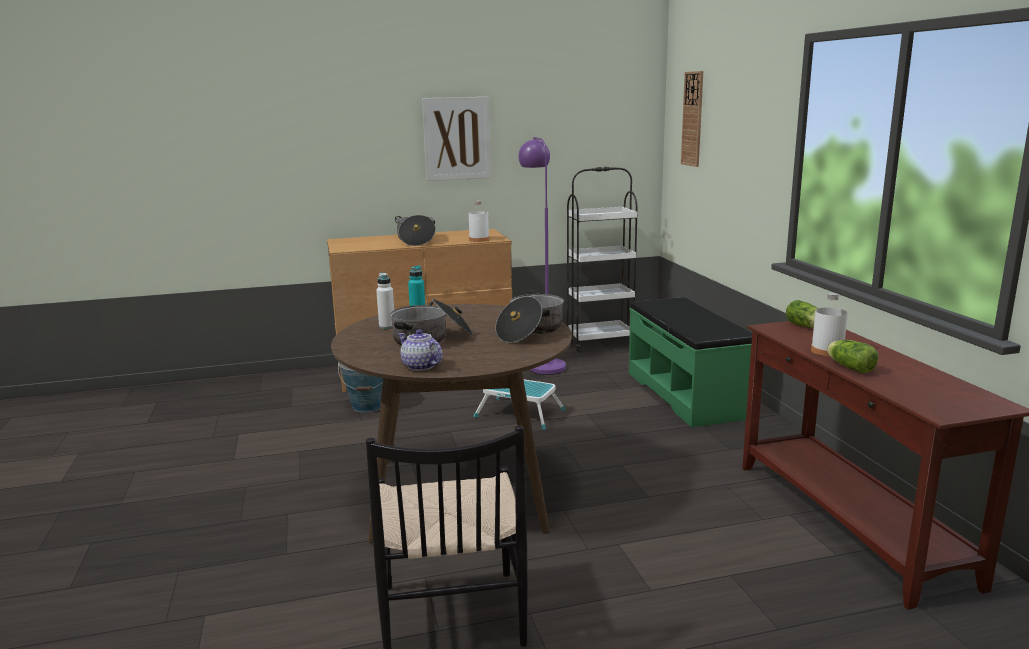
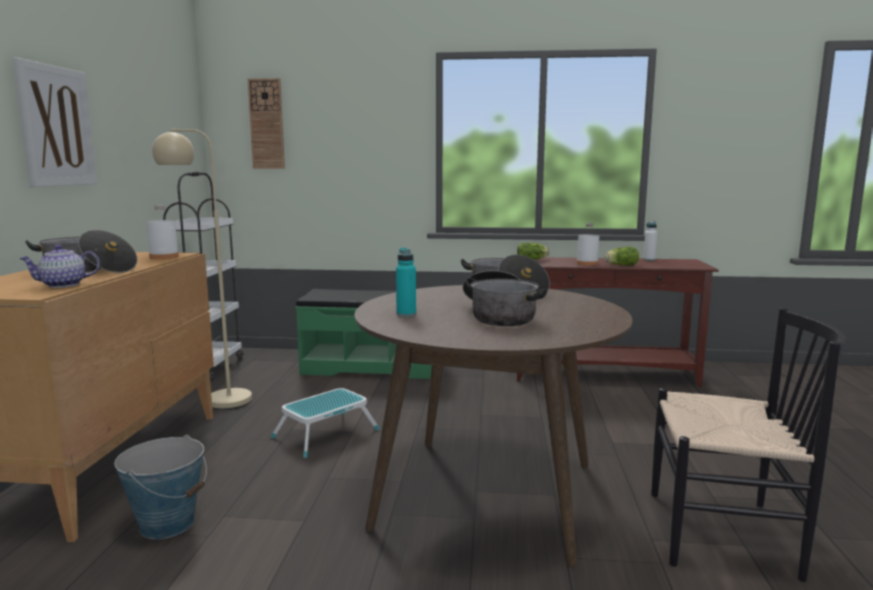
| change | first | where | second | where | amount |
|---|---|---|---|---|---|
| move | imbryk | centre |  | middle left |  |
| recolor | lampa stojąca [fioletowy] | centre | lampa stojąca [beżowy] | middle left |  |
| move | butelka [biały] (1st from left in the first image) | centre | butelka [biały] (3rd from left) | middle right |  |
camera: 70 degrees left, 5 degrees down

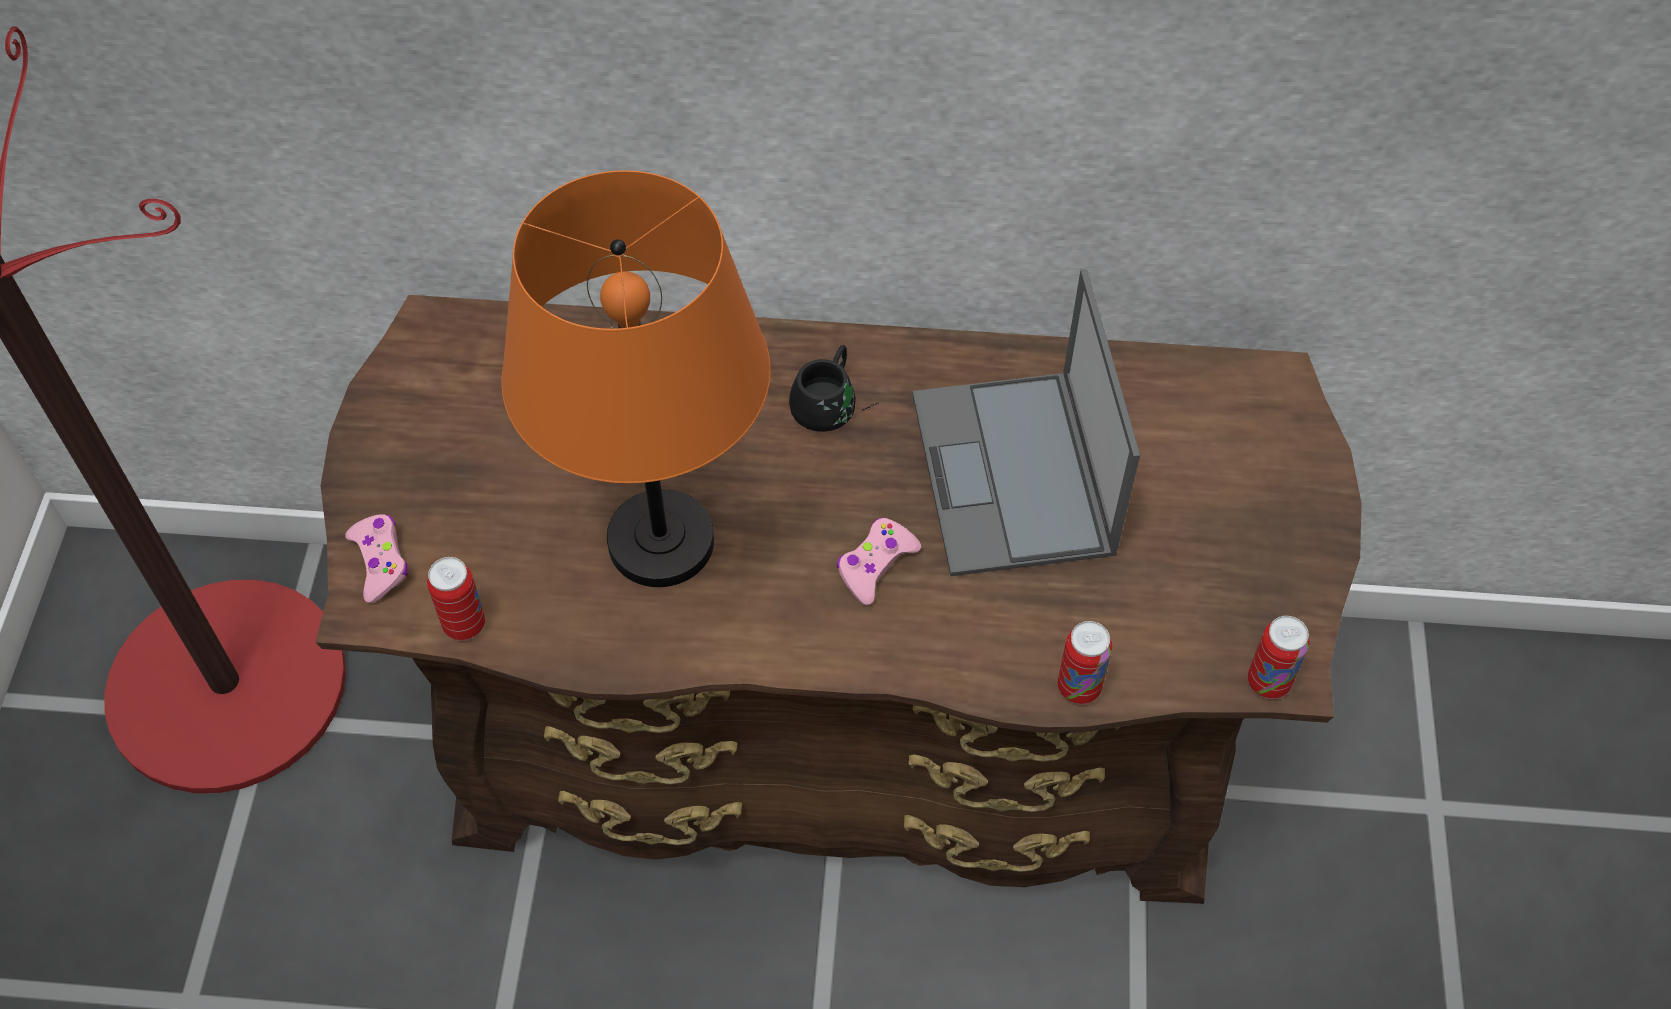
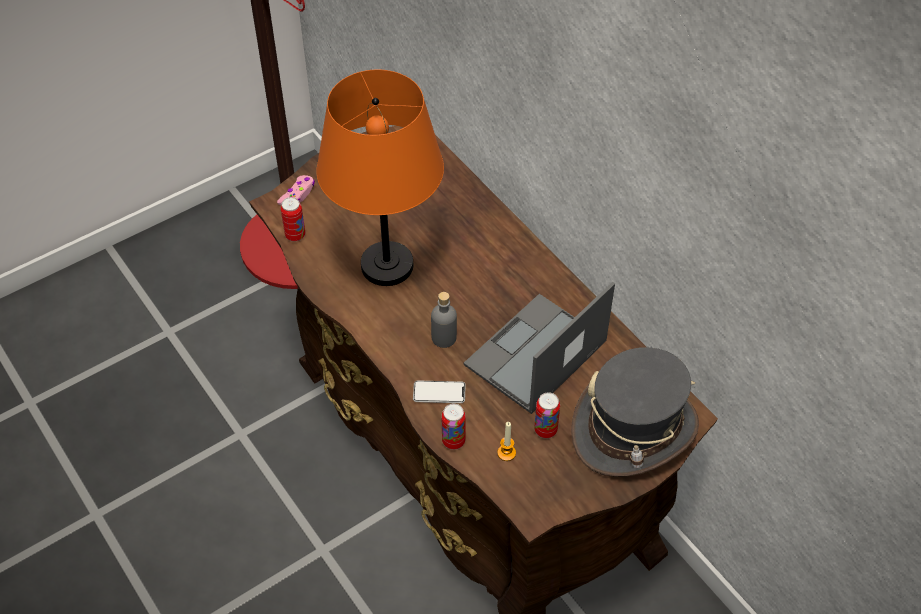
| change | first | where | second | where | amount |
|---|---|---|---|---|---|
| insert |  |  | telefon | centre |  |
| replace | pad do gier [różowy] (2nd from left) | centre | butelka [szary] | centre |  |
| insert |  |  | świeca | bottom centre |  |
| move | puszka (3rd from left) | middle right |  | bottom centre |  |
| insert |  |  | kapelusz [szary] | bottom right |  |
| delete | kubek [czarny] | centre |  |  |  |
camera: 50 degrees right, 5 degrees down

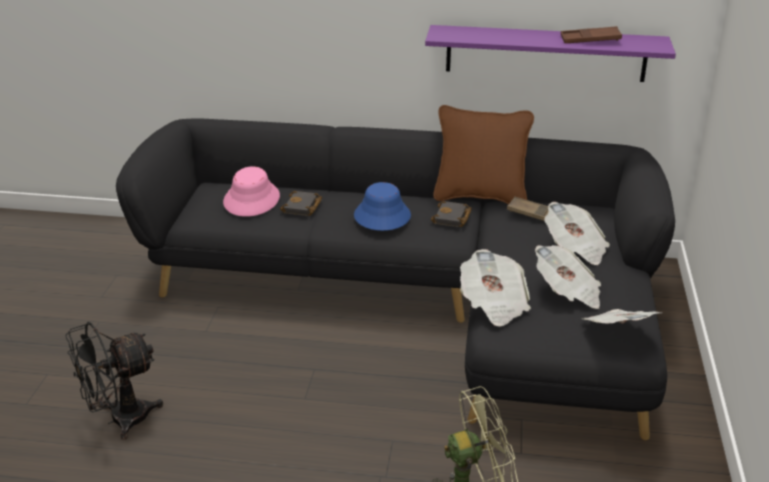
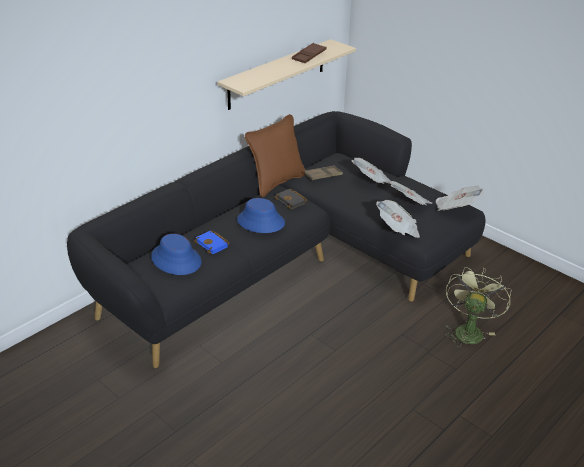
| change | first | where | second | where | amount |
|---|---|---|---|---|---|
| recolor | kapelusz [różowy] | middle left | kapelusz [niebieski] (1st from left) | middle left |  |
| recolor | książka [czarny] (1st from left) | centre | książka [niebieski] | centre |  |
| recolor | półka [fioletowy] | top right | półka [beżowy] | top centre |  |
| delete | wentylator [czarny] | bottom left |  |  |  |
camera: 55 degrees left, 5 degrees up

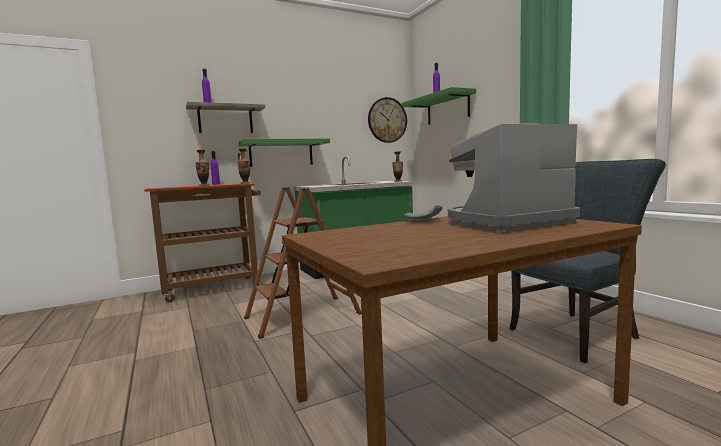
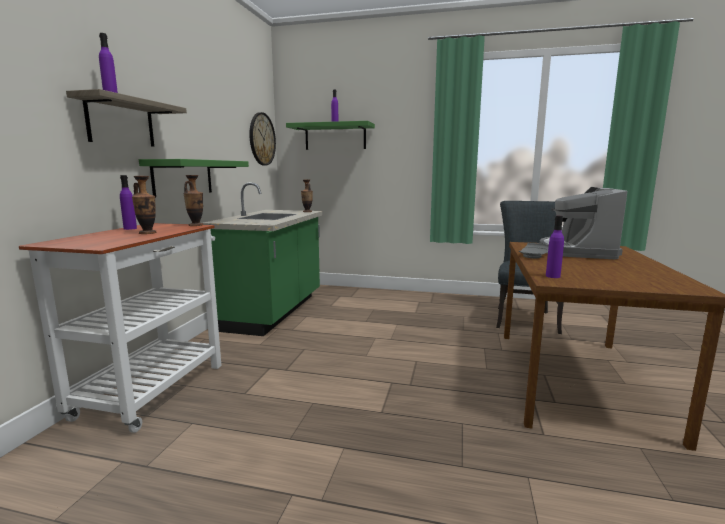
| change | first | where | second | where | amount |
|---|---|---|---|---|---|
| recolor | wózek [brązowy] | middle left | wózek [biały] | middle left |  |
| insert |  |  | butelka [fioletowy] (4th from left) | middle right |  |
| delete | drabinka [brązowy] | centre |  |  |  |
camera: 50 degrees left, 5 degrees up

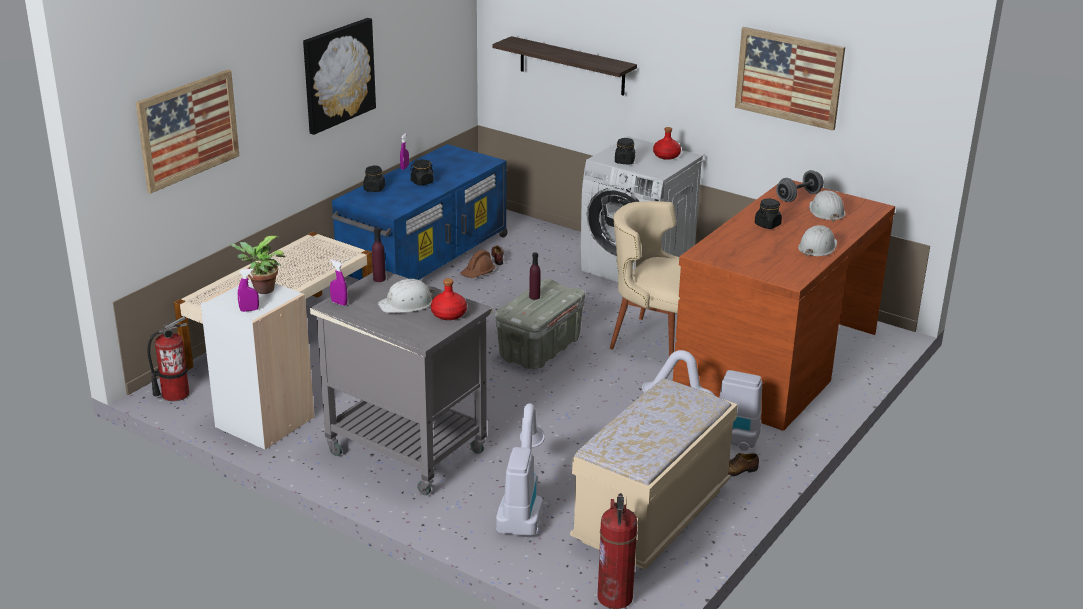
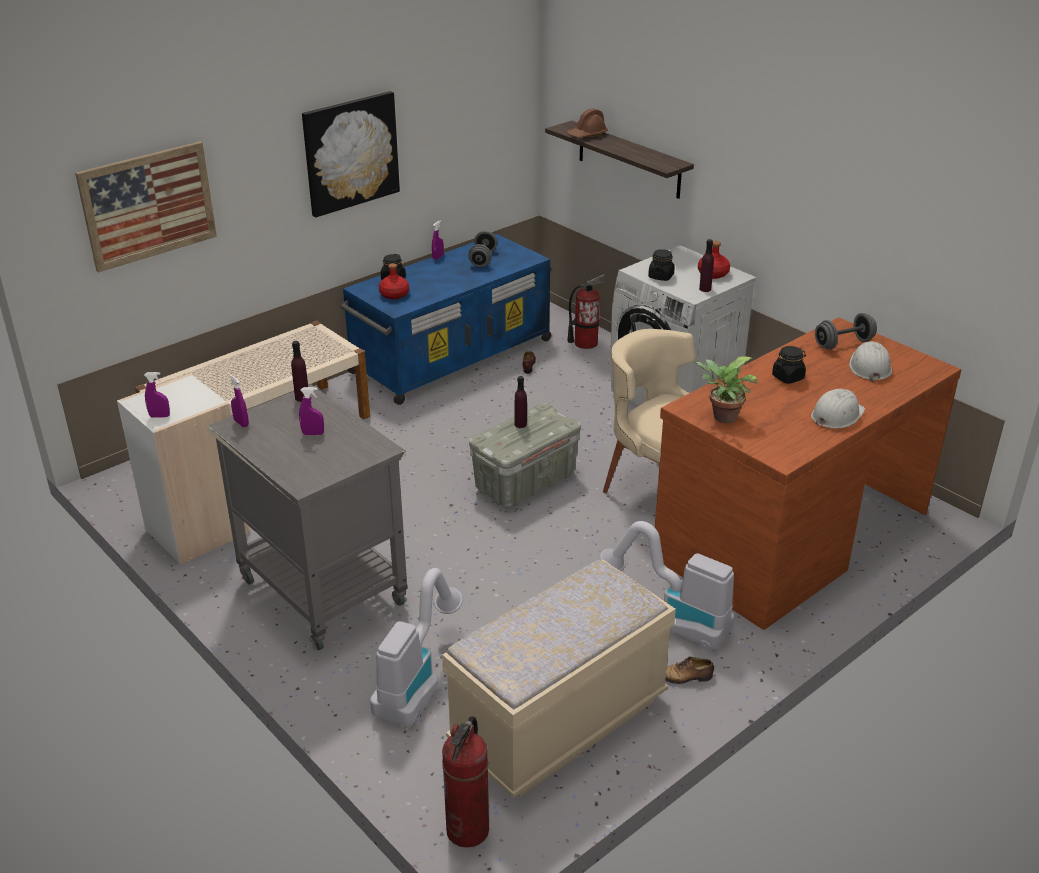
| change | first | where | second | where | amount |
|---|---|---|---|---|---|
| replace | kask [biały] (1st from left) | centre | spryskiwacz [fioletowy] (3rd from left) | middle left |  |
| move | butelka [czerwony] (1st from left) | centre |  | top centre |  |
| insert |  |  | hantel [szary] (1st from left) | top centre |  |
| move | kask [brązowy] | centre |  | top centre |  |
| move | gaśnica (1st from left in the first image) | middle left | gaśnica (2nd from left) | centre |  |
| move | roślina doniczkowa | middle left |  | middle right |  |
| insert |  |  | butelka [fioletowy] (3rd from left) | top right |  |
| delete | słoik [czarny] (2nd from left) | top centre |  |  |  |
| delete | obraz (3rd from left) | top right |  |  |  |
camera: 15 degrees right, 5 degrees up

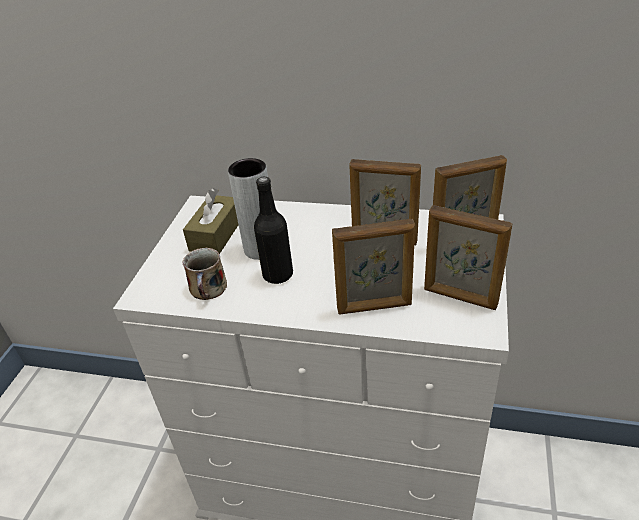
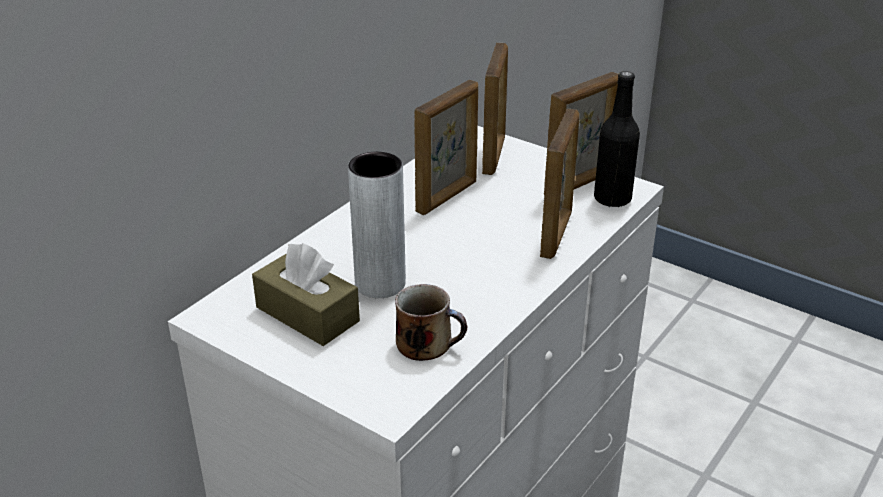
| change | first | where | second | where | amount |
|---|---|---|---|---|---|
| move | butelka [czarny] | centre |  | top right |  |
camera: 70 degrees left, 5 degrees down

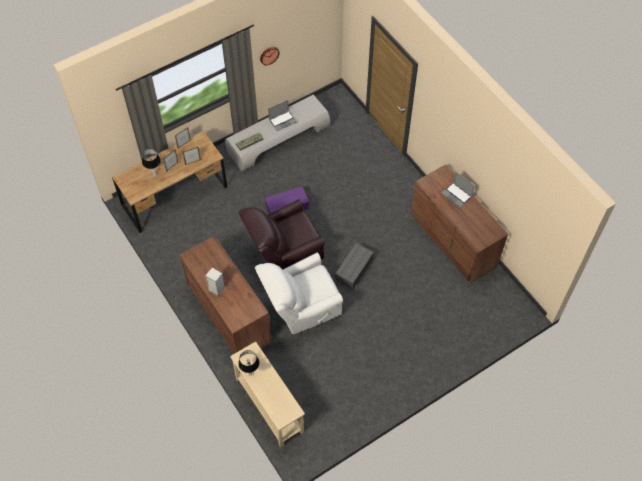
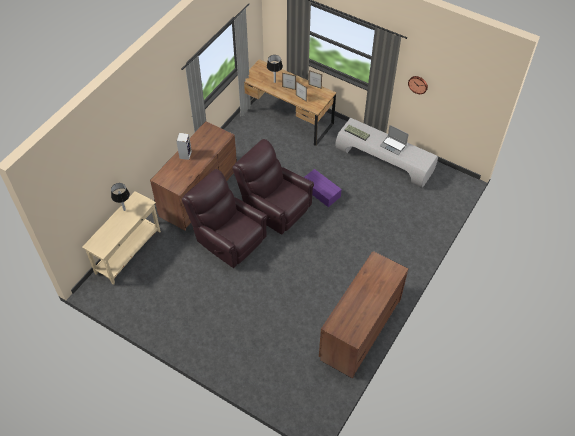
| change | first | where | second | where | amount |
|---|---|---|---|---|---|
| recolor | fotel [biały] | centre | fotel [brązowy] (1st from left) | centre |  |
| delete | pojemnik do przechowywania [szary] | centre |  |  |  |
| delete | laptop (2nd from left) | middle right |  |  |  |
camera: 65 degrees right, 5 degrees down

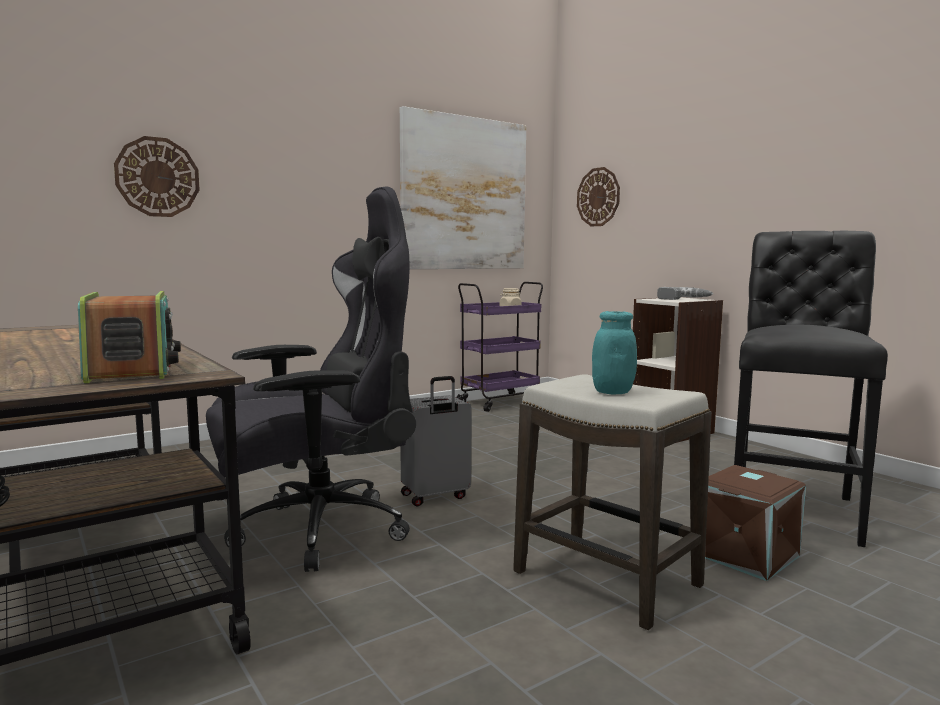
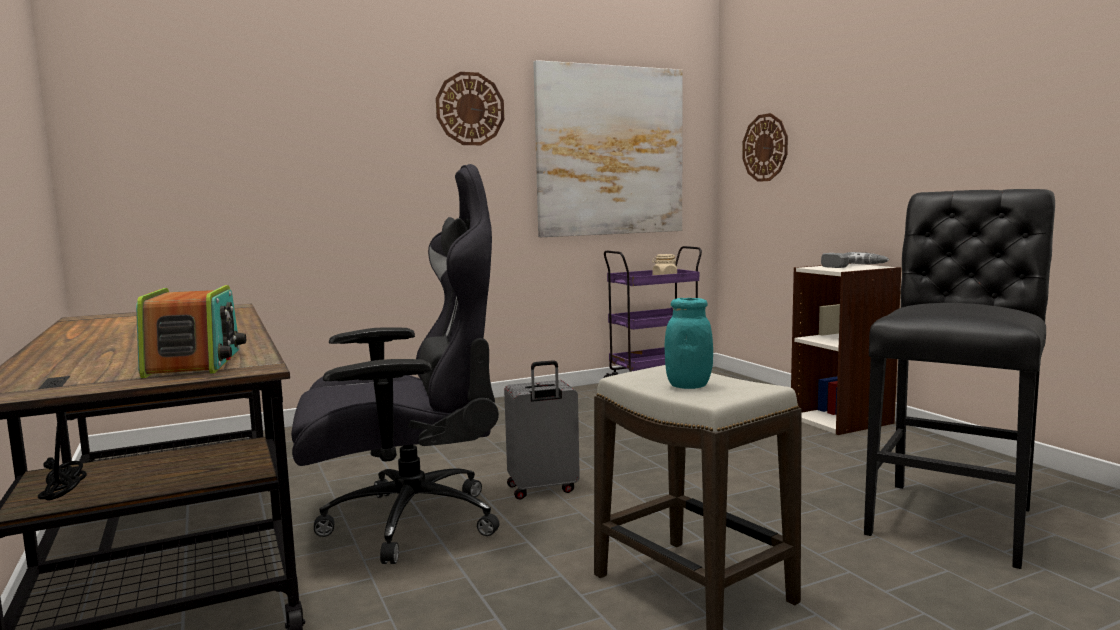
| change | first | where | second | where | amount |
|---|---|---|---|---|---|
| move | zegar ścienny (1st from left) | top left |  | top centre |  |
| delete | pojemnik do przechowywania [brązowy] | bottom right |  |  |  |
camera: 10 degrees right, 0 degrees up

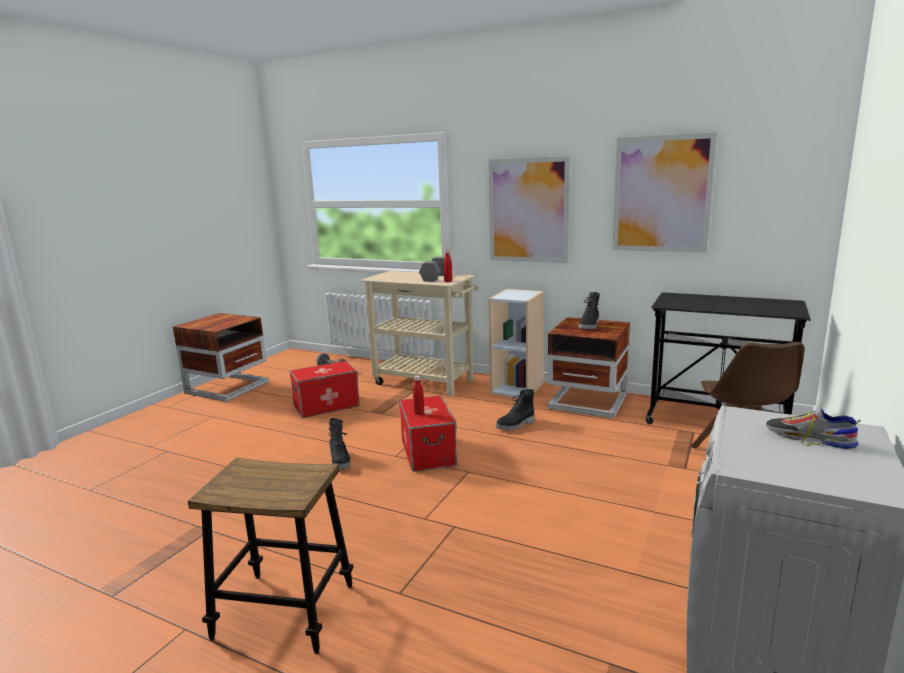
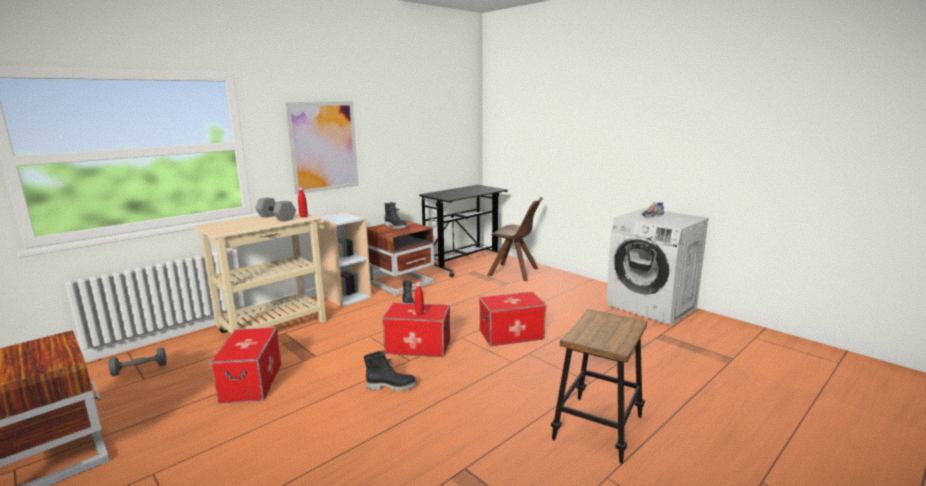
| change | first | where | second | where | amount |
|---|---|---|---|---|---|
| insert |  |  | pojemnik do przechowywania (3rd from left) | centre |  |
| delete | obraz (2nd from left) | top right |  |  |  |
camera: 70 degrees left, 0 degrees up

